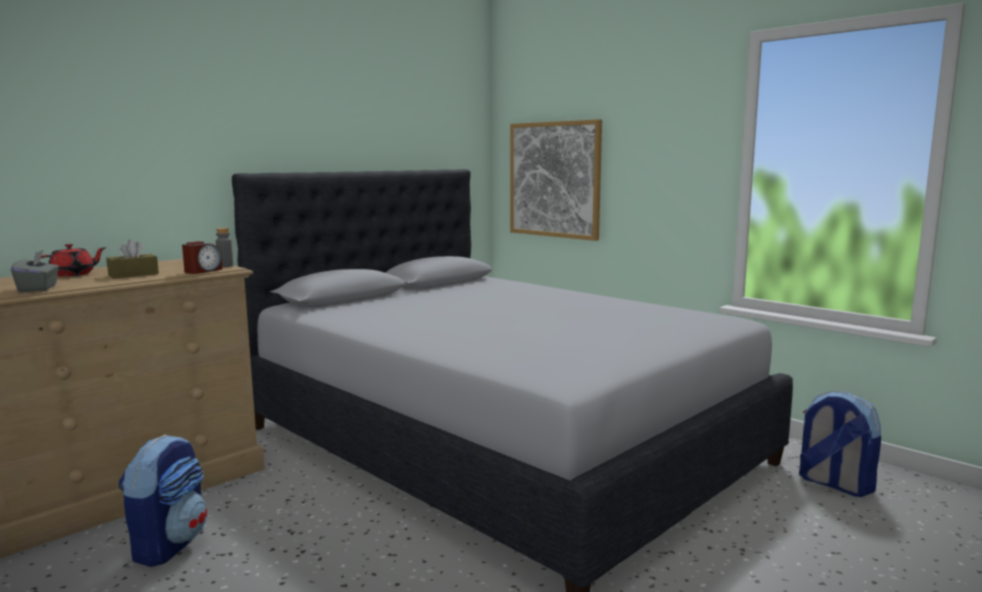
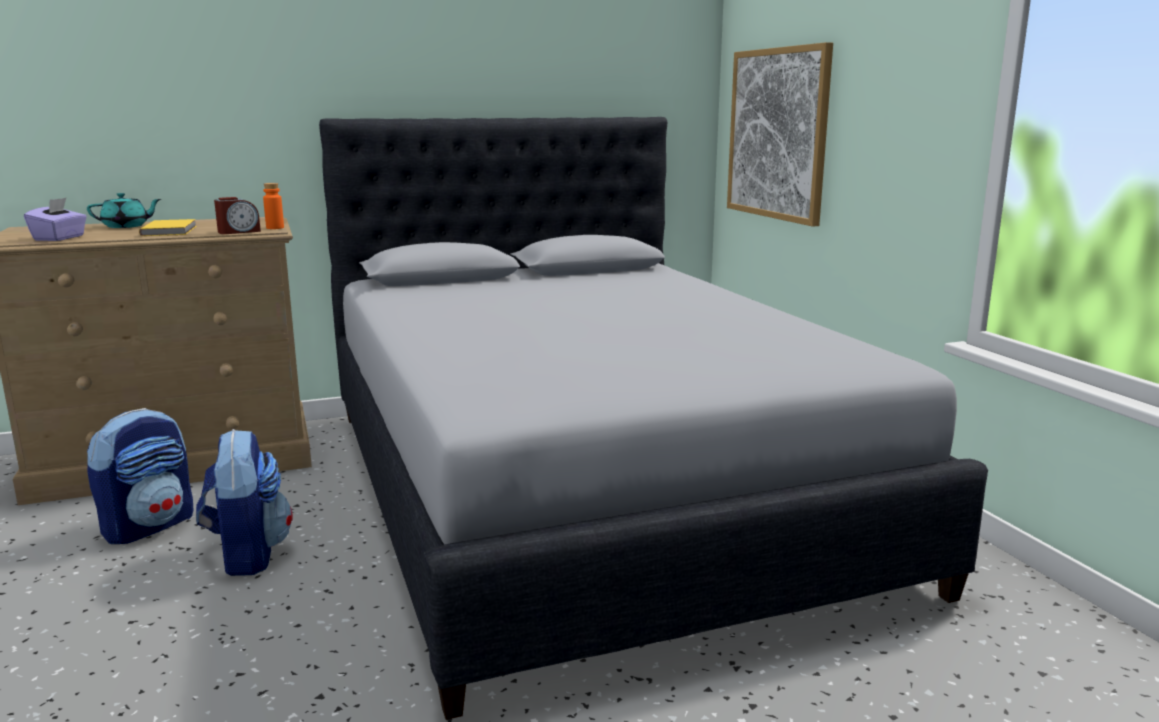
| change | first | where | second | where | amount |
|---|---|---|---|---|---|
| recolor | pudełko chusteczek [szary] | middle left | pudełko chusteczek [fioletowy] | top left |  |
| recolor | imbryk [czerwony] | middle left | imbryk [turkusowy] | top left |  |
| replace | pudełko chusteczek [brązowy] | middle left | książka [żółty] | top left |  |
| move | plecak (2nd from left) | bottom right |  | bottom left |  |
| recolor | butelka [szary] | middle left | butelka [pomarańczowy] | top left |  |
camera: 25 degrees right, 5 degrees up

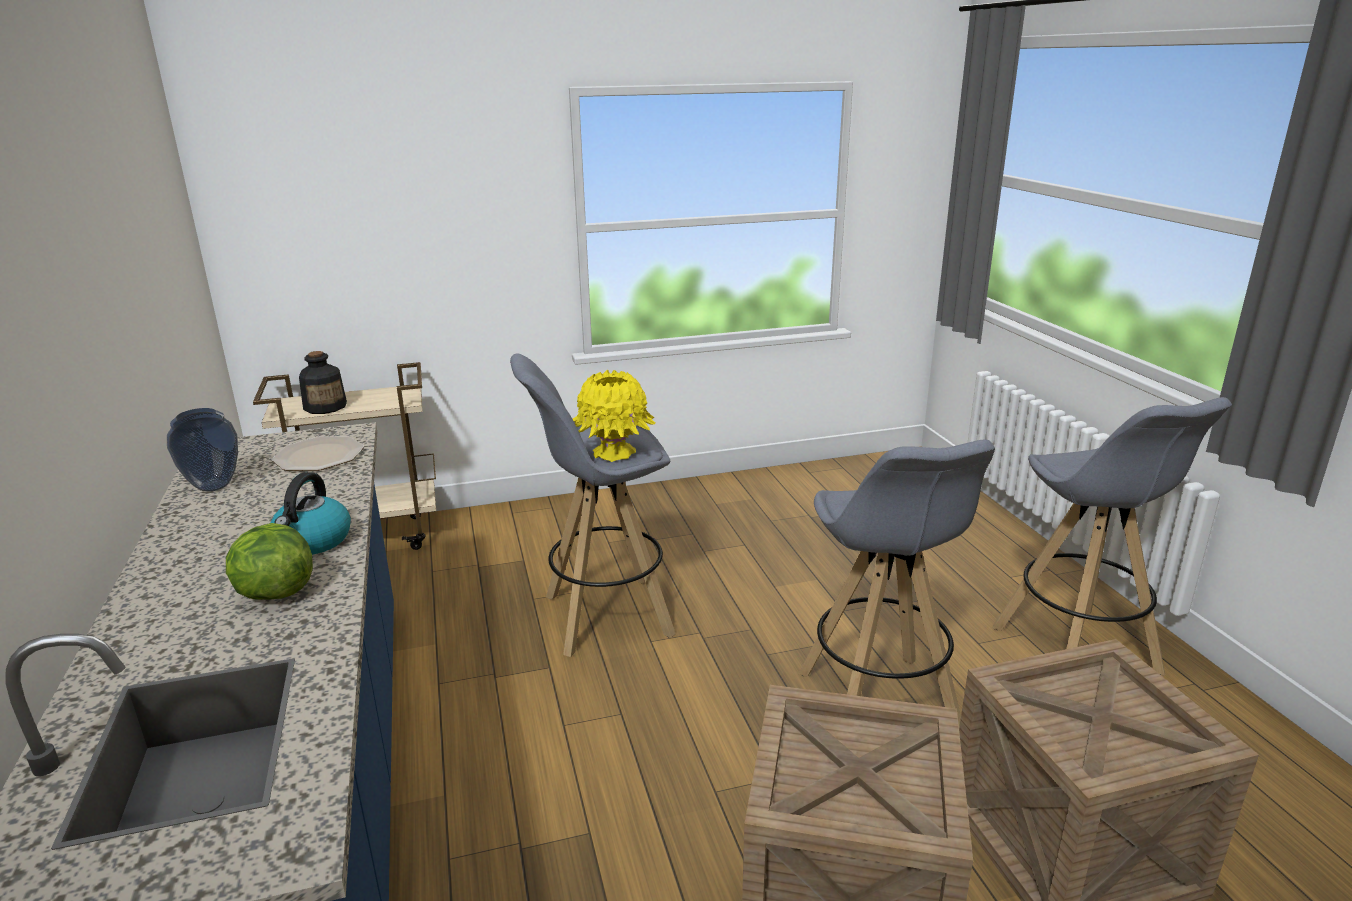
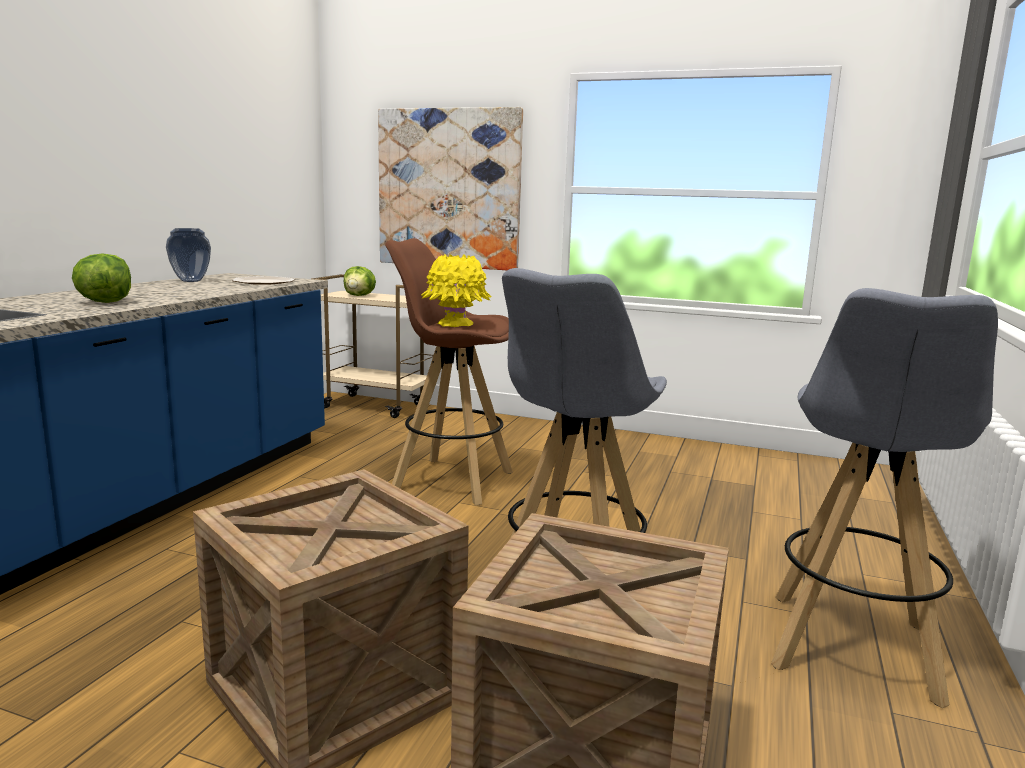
| change | first | where | second | where | amount |
|---|---|---|---|---|---|
| replace | butelka | middle left | sałata (2nd from left) | centre |  |
| insert |  |  | obraz | top centre |  |
| recolor | stołek [szary] (1st from left) | centre | stołek [brązowy] | centre |  |
| delete | czajnik | middle left |  |  |  |
camera: 35 degrees right, 10 degrees down

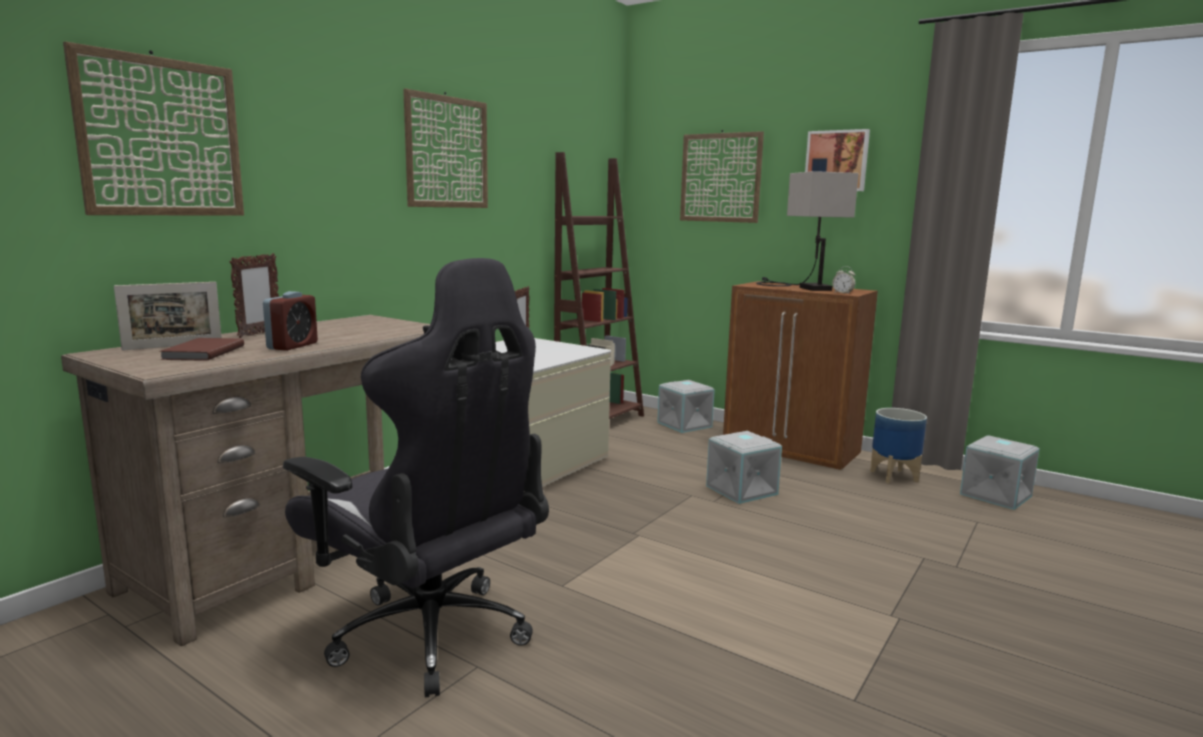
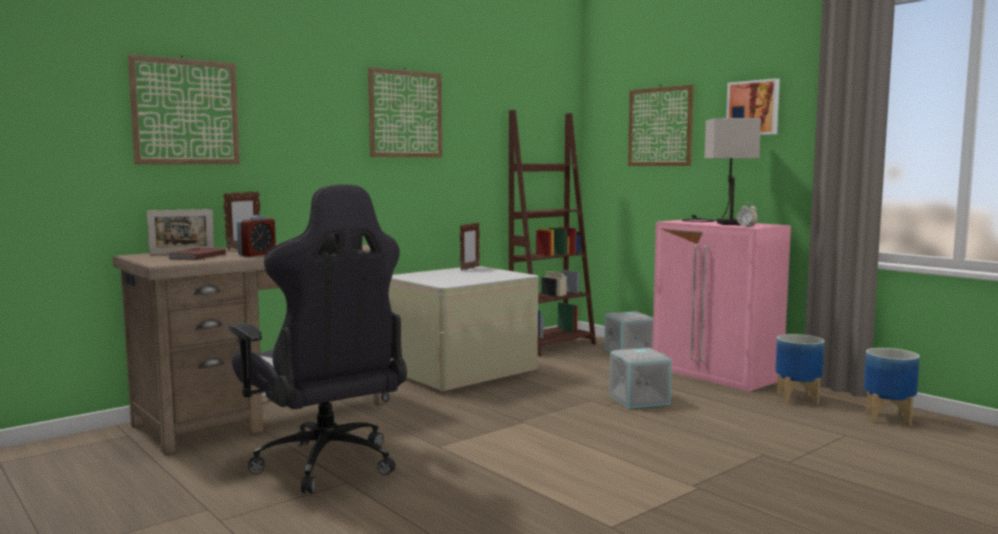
| change | first | where | second | where | amount |
|---|---|---|---|---|---|
| recolor | szafka [brązowy] | centre | szafka [różowy] | middle right |  |
| replace | pojemnik do przechowywania [szary] (3rd from left) | middle right | donica (2nd from left) | bottom right |  |
camera: 15 degrees right, 5 degrees down

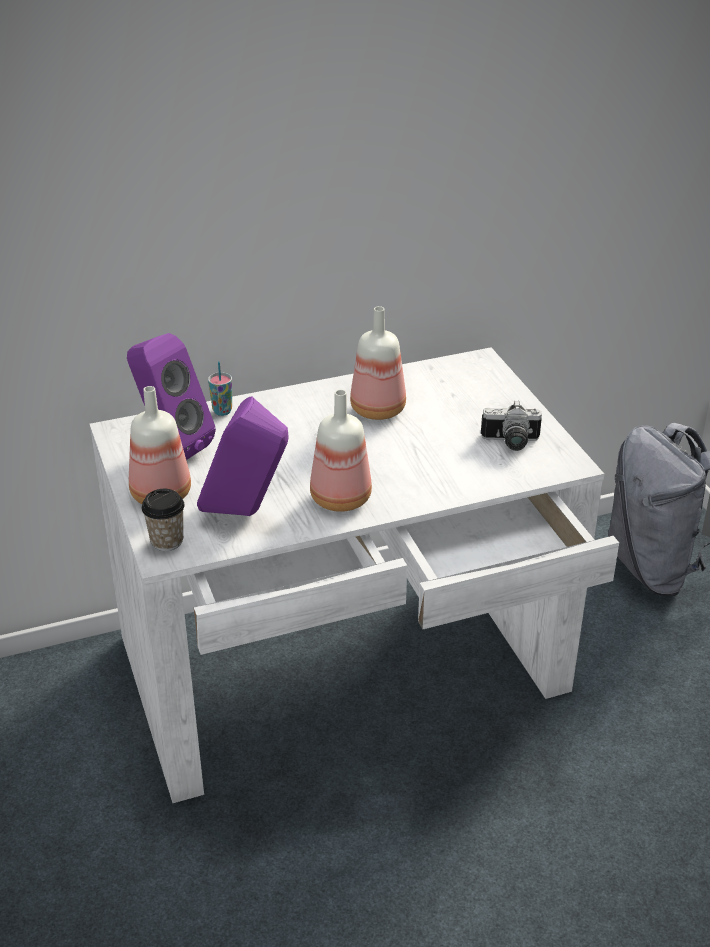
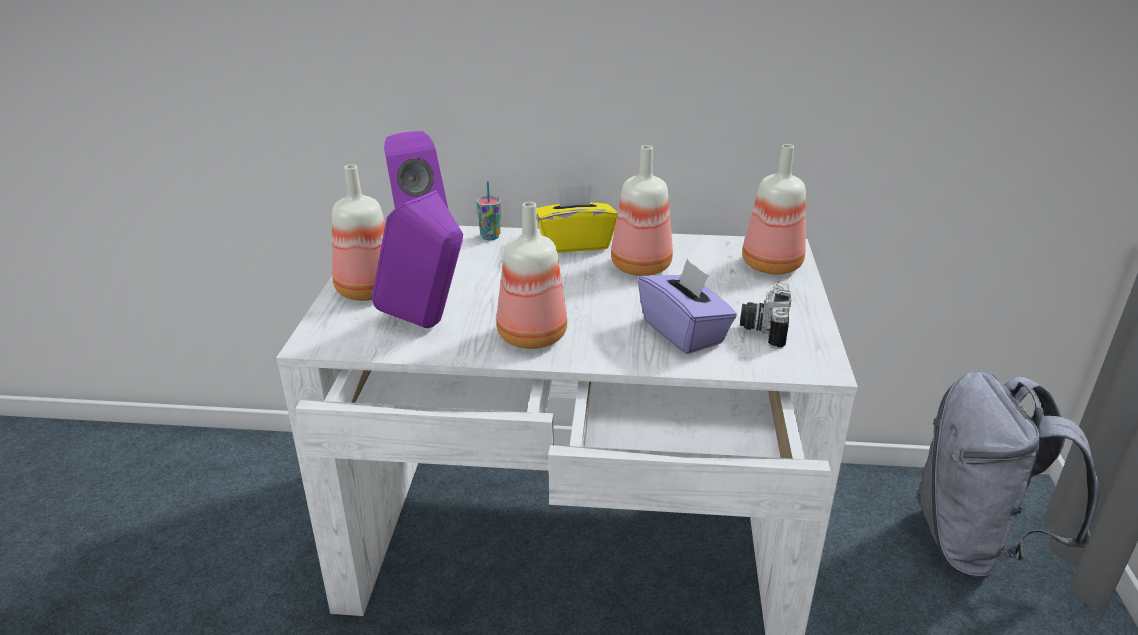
| change | first | where | second | where | amount |
|---|---|---|---|---|---|
| insert |  |  | pudełko chusteczek [żółty] | centre |  |
| insert |  |  | pudełko chusteczek [fioletowy] | centre |  |
| rotate | aparat fotograficzny | middle right |  | middle right | 75 degrees clockwise |
| insert |  |  | butelka (4th from left) | top right |  |
| delete | filiżanka (1st from left) | middle left |  |  |  |
camera: 25 degrees right, 5 degrees down

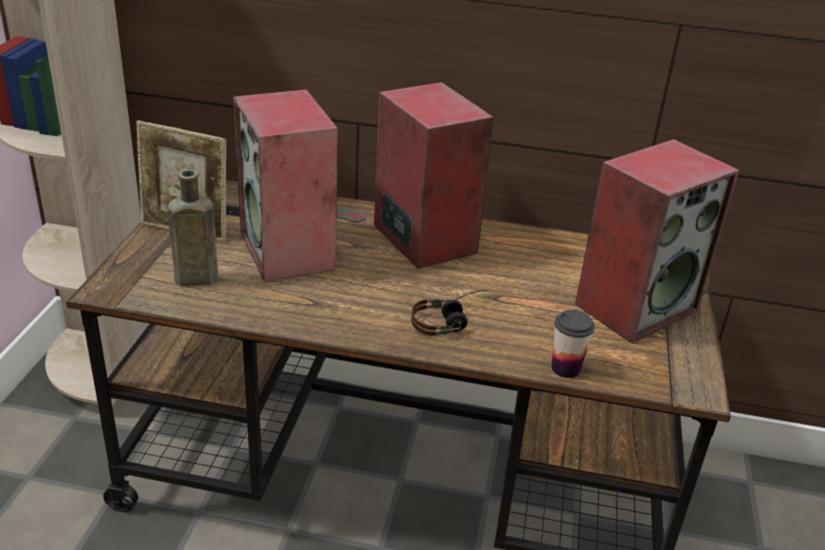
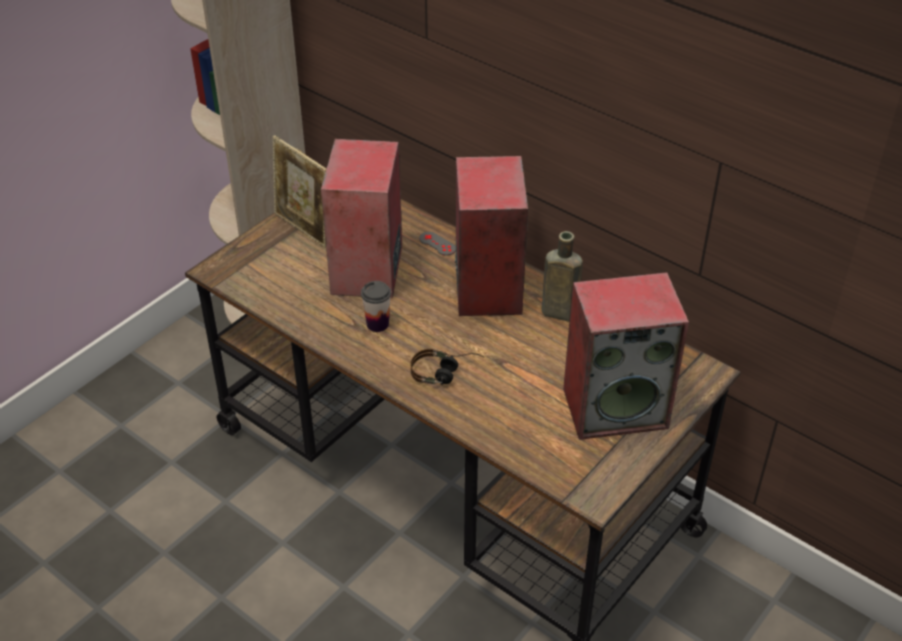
| change | first | where | second | where | amount |
|---|---|---|---|---|---|
| move | filiżanka | middle right |  | centre |  |
| move | butelka [brązowy] | middle left |  | centre |  |
camera: 30 degrees right, 10 degrees up

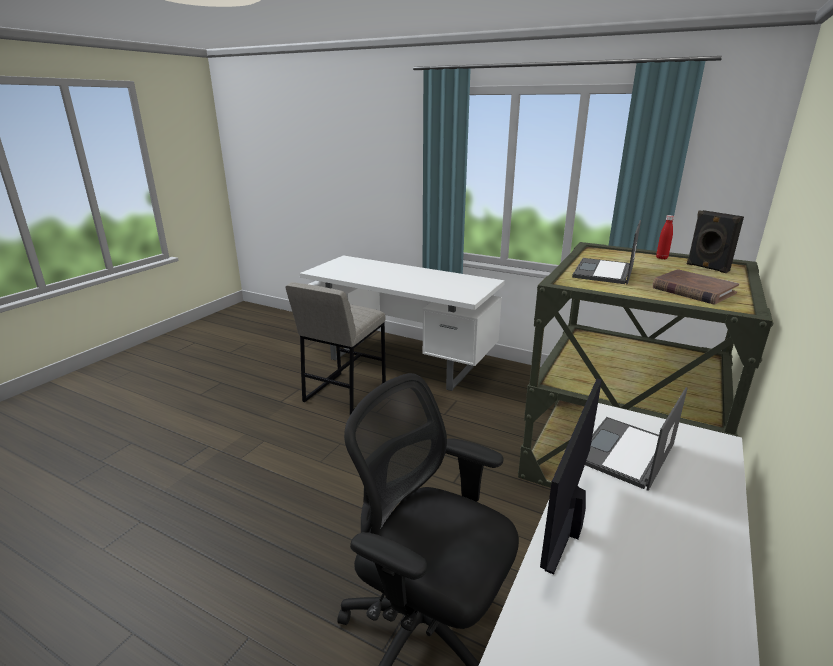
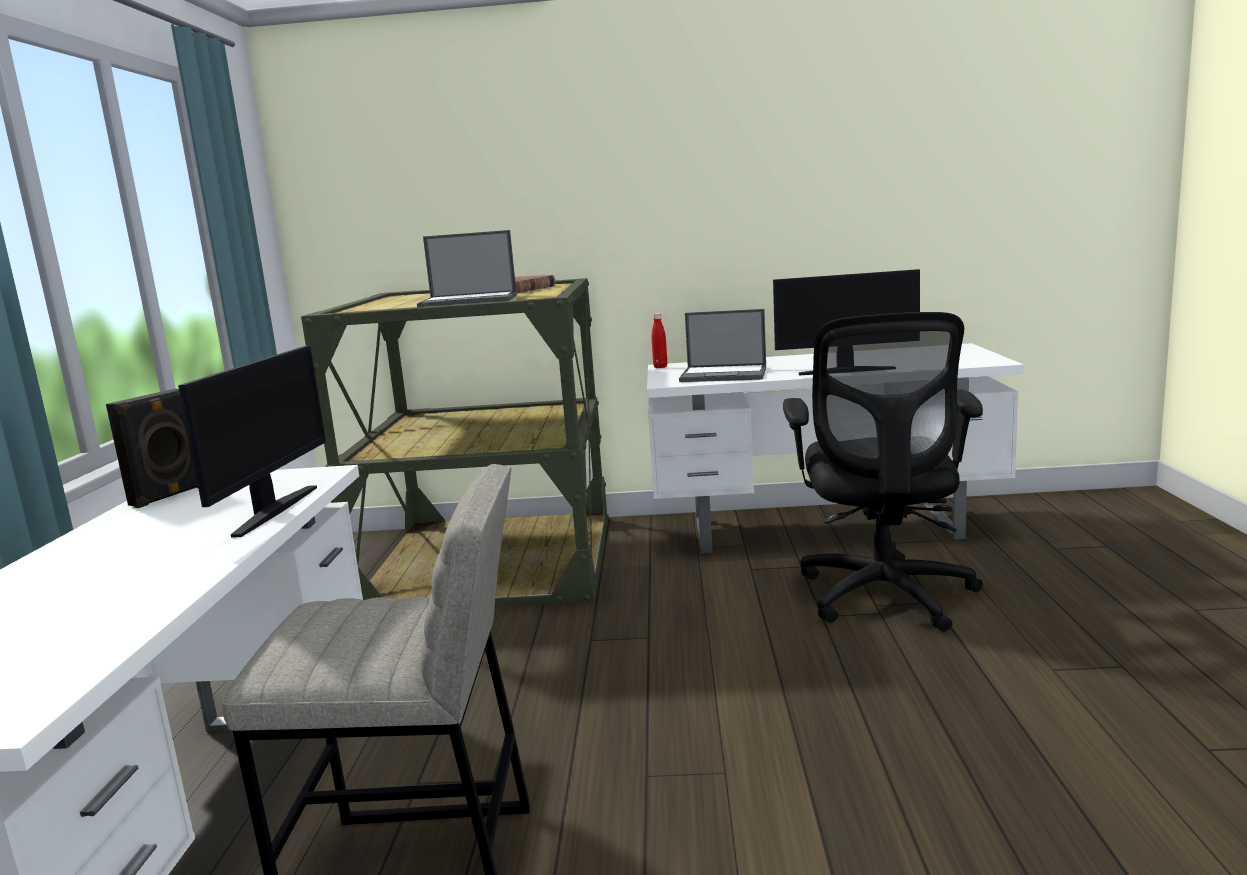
| change | first | where | second | where | amount |
|---|---|---|---|---|---|
| move | głośnik [czarny] | middle right |  | middle left |  |
| insert |  |  | monitor (1st from left) | middle left |  |
| move | butelka [czerwony] | middle right |  | centre |  |
camera: 115 degrees left, 10 degrees down

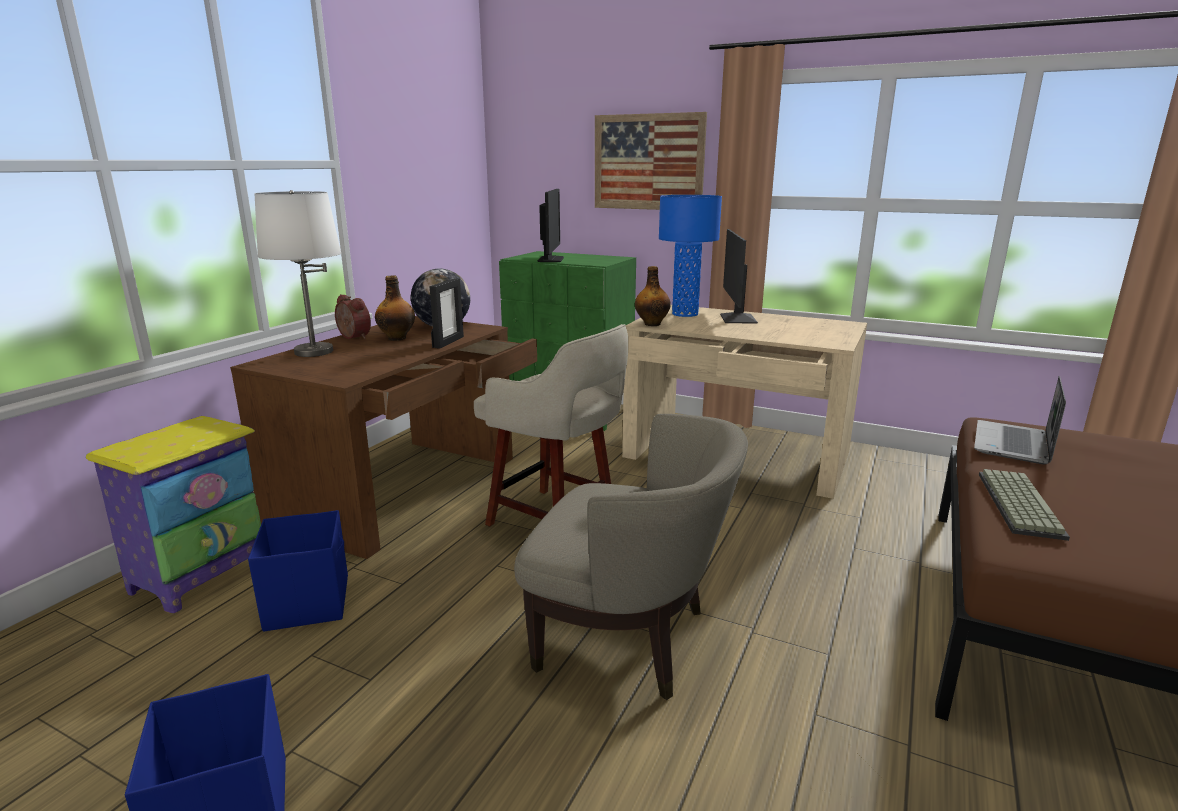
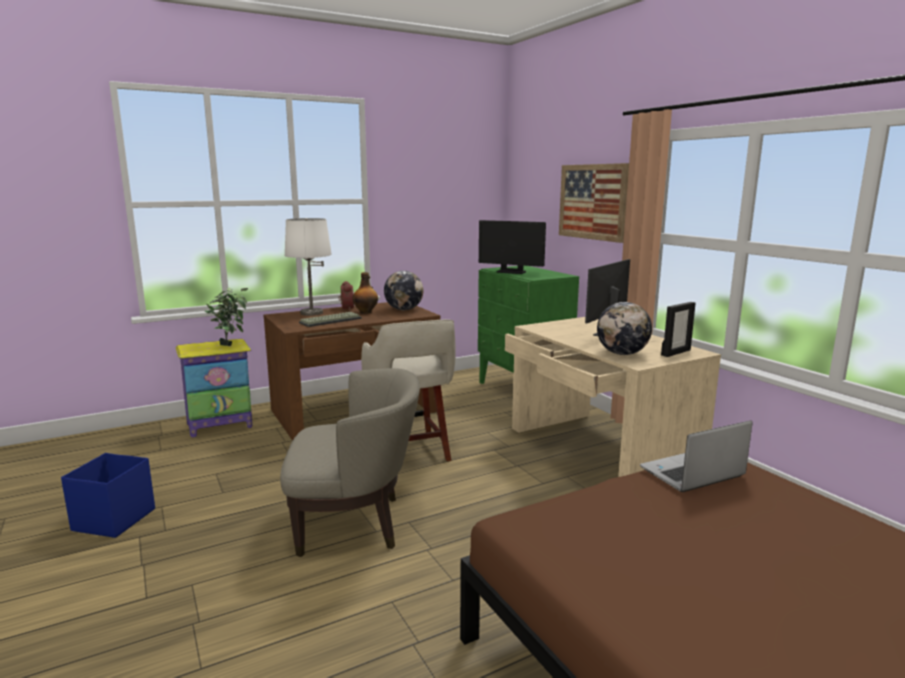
| change | first | where | second | where | amount |
|---|---|---|---|---|---|
| insert |  |  | roślina doniczkowa | middle left |  |
| rotate | fotel [beżowy] | bottom centre |  | bottom centre | 60 degrees counterclockwise |
| move | klawiatura | middle right |  | centre |  |
| rotate | monitor (1st from left) | top centre |  | centre | 75 degrees clockwise |
| insert |  |  | globus (2nd from left) | middle right |  |
| move | ramka na zdjęcie | centre |  | middle right |  |
| delete | pojemnik do przechowywania [niebieski] (2nd from left) | bottom left |  |  |  |
| delete | butelka (2nd from left) | centre |  |  |  |
| delete | lampa stołowa [niebieski] | top centre |  |  |  |
camera: 35 degrees right, 5 degrees down

